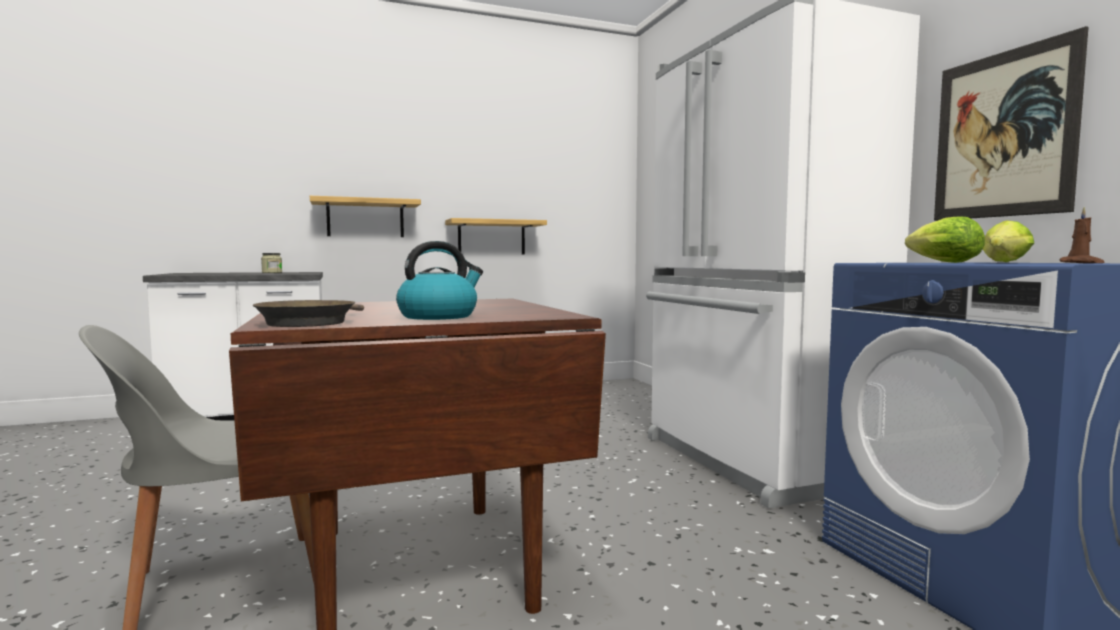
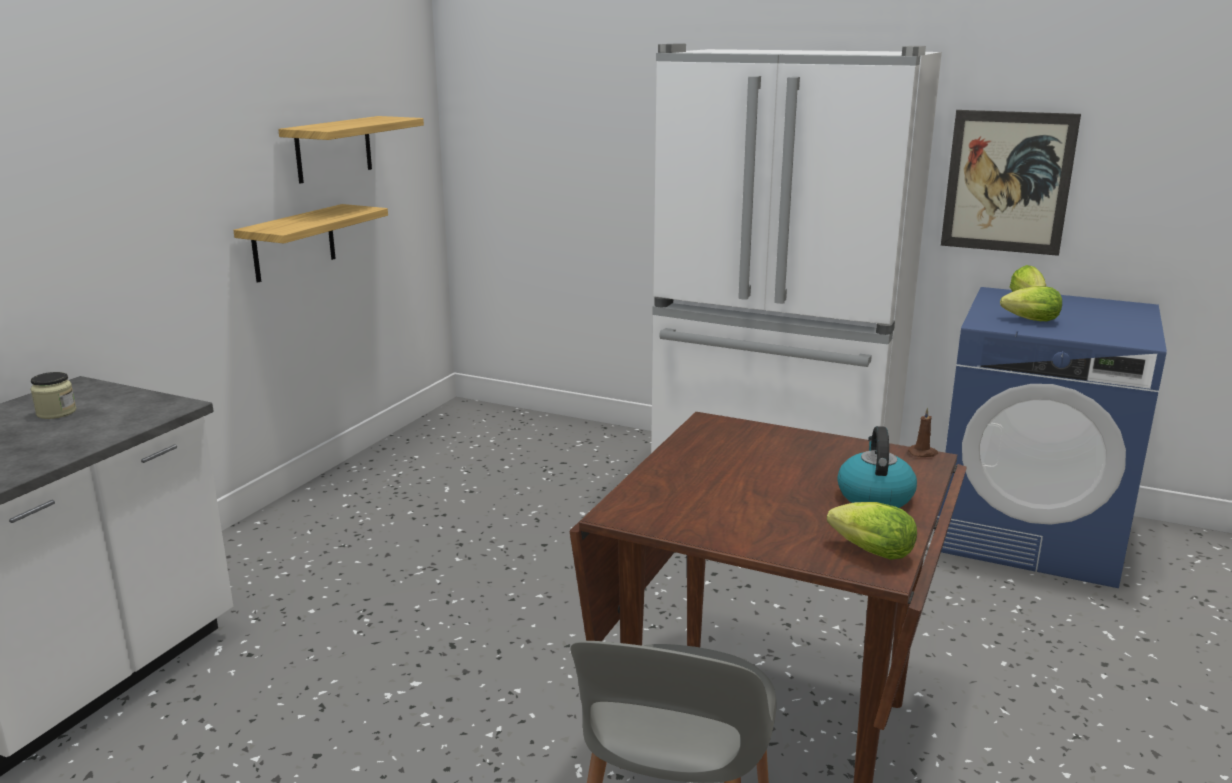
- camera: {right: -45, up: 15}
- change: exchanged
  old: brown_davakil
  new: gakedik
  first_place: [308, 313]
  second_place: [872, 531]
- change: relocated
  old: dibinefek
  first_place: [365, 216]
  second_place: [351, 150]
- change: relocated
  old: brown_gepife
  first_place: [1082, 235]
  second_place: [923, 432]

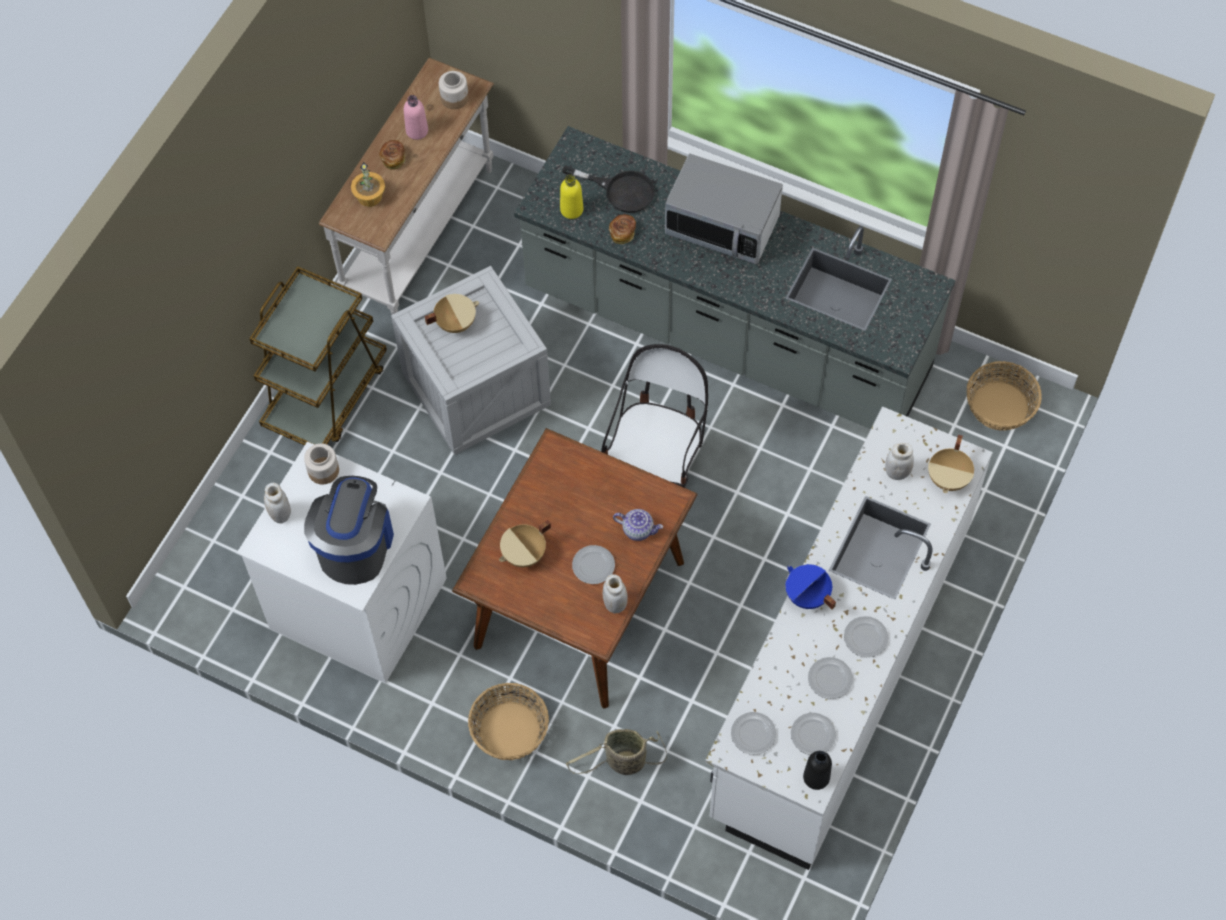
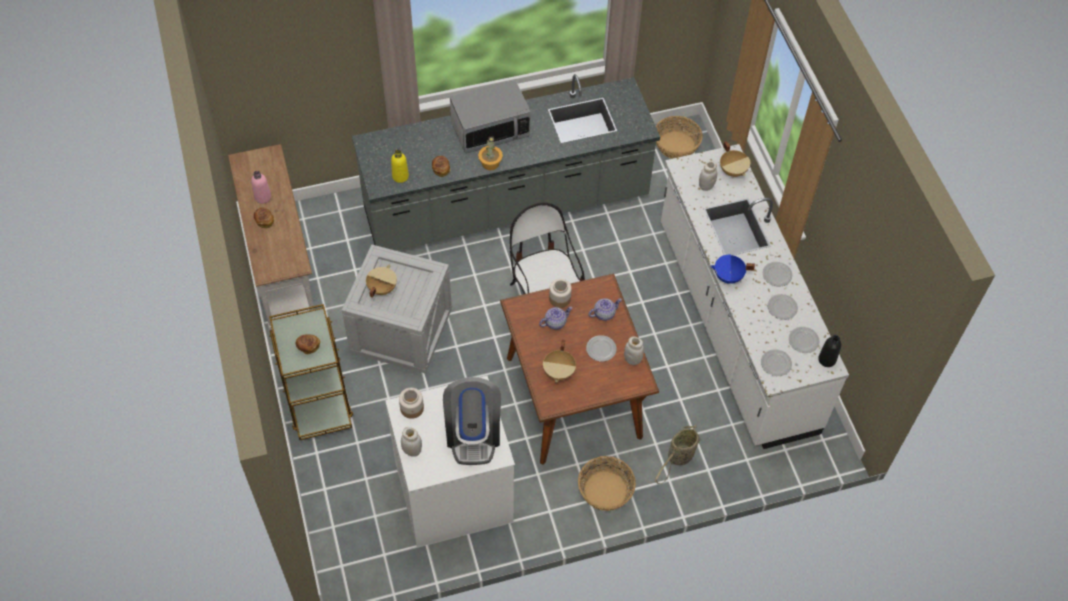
- camera: {right: -45, up: -5}
- change: spun
  old: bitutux
  first_place: [349, 530]
  second_place: [472, 421]
  degrees: -150
- change: relocated
  old: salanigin
  first_place: [368, 184]
  second_place: [490, 154]
- change: relocated
  old: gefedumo
  first_place: [454, 90]
  second_place: [560, 293]
- change: missing
  old: black_davakil
  first_place: [608, 189]
- change: appeared
  new: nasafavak
  second_place: [308, 344]
- change: appeared
  new: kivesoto
  second_place: [555, 318]

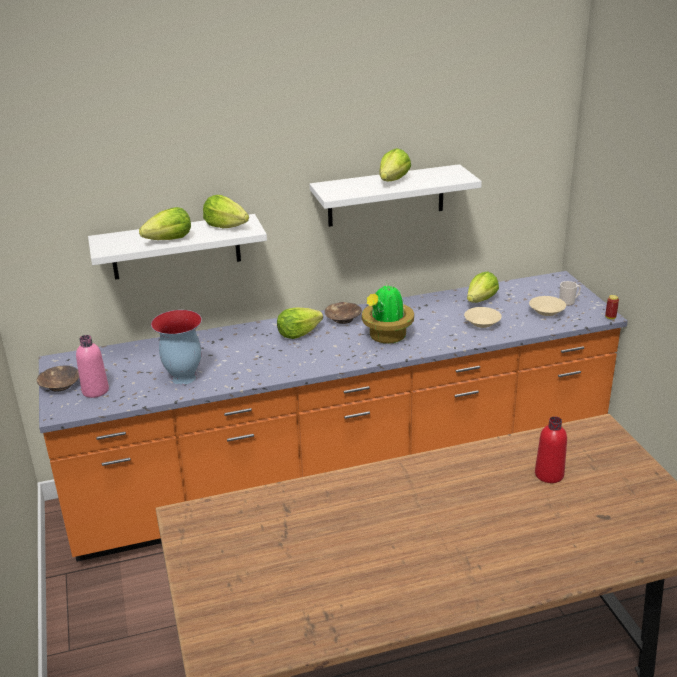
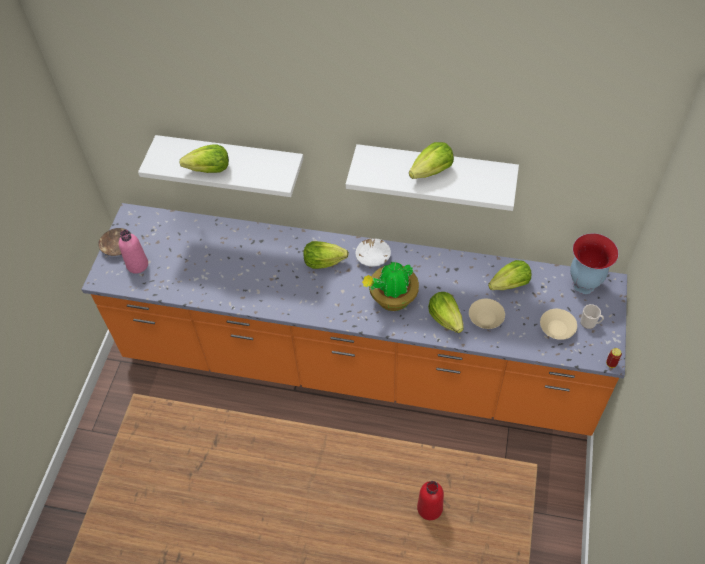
- camera: {right: 30, up: 25}
- change: relocated
  old: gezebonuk
  first_place: [176, 347]
  second_place: [594, 263]
- change: relocated
  old: gakedik
  first_place: [226, 211]
  second_place: [446, 312]
- change: colour
  old: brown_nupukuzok
  new: white_nupukuzok
  first_place: [343, 313]
  second_place: [373, 252]

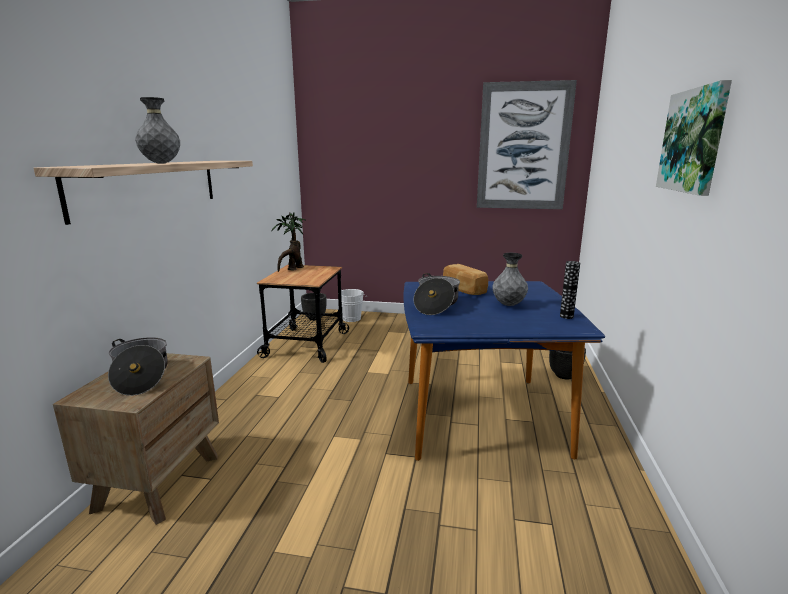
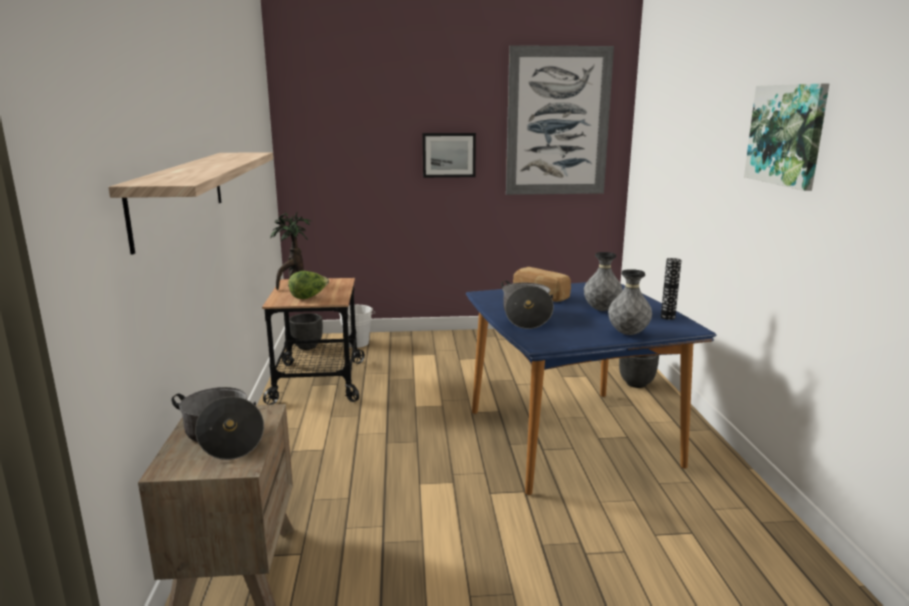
- camera: {right: -15, up: 0}
- change: relocated
  old: grey_gezebonuk
  first_place: [157, 130]
  second_place: [630, 302]
- change: appeared
  new: gakedik
  second_place: [309, 285]
- change: appeared
  new: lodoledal
  second_place: [449, 155]

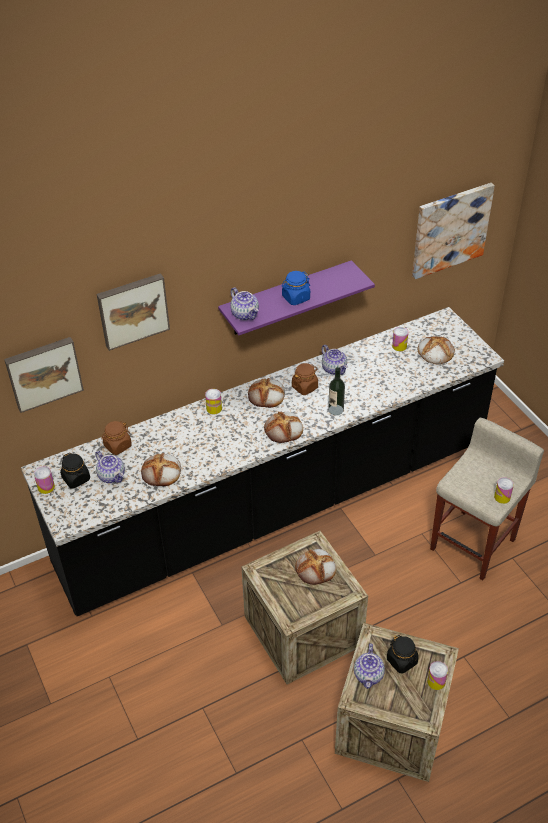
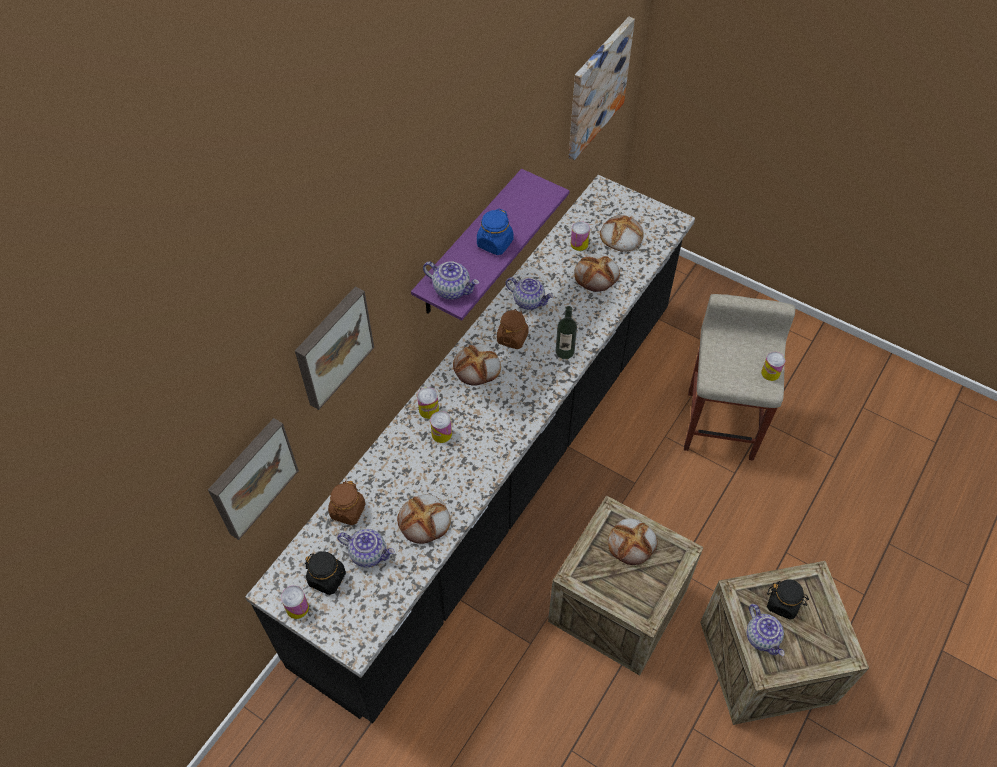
- camera: {right: -30, up: 10}
- change: relocated
  old: nasafavak
  first_place: [283, 427]
  second_place: [597, 272]
- change: relocated
  old: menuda
  first_place: [437, 675]
  second_place: [441, 427]

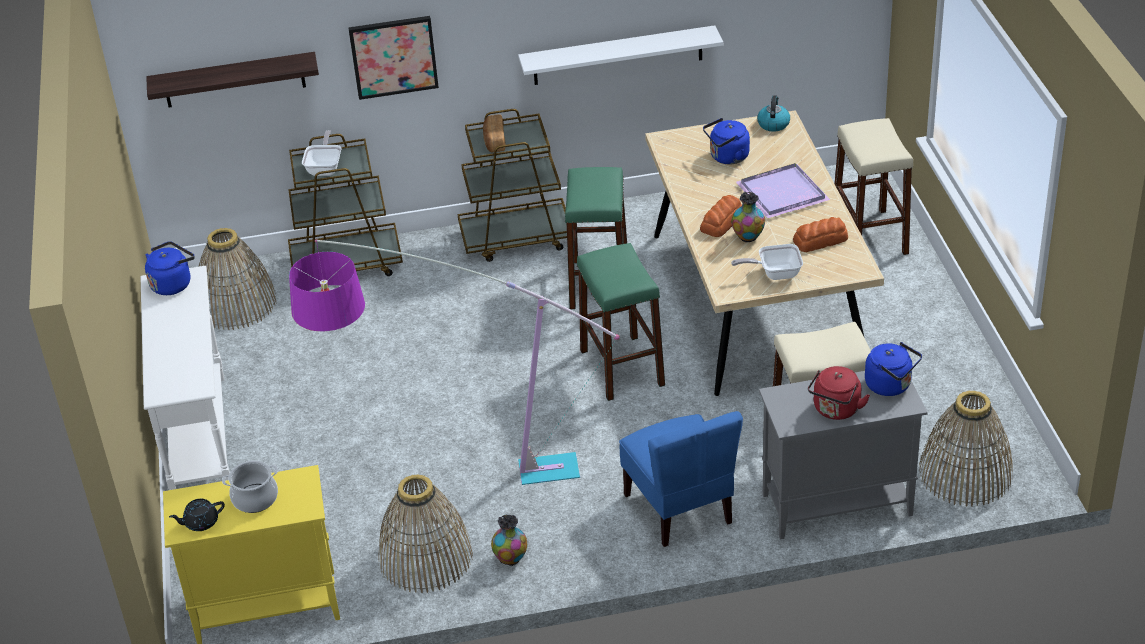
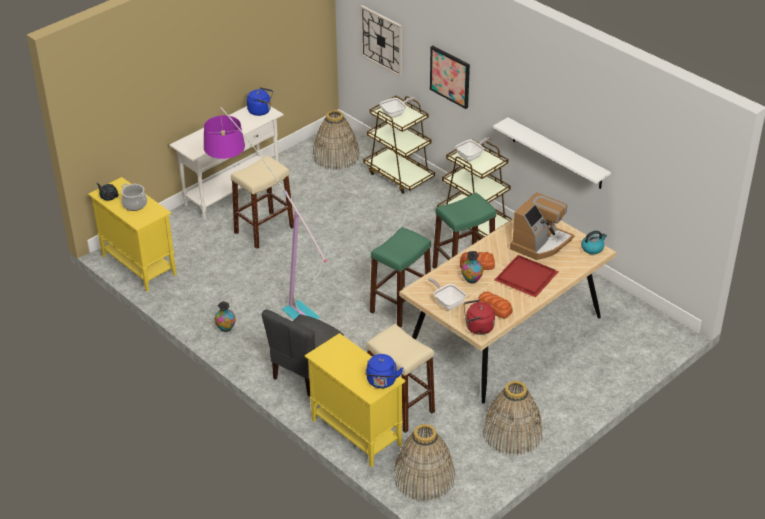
- camera: {right: 55, up: 0}
- change: exchanged
  old: dibinefek
  new: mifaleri
  first_place: [232, 79]
  second_place: [381, 41]
- change: relocated
  old: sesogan
  first_place: [425, 533]
  second_place: [513, 418]
- change: exchanged
  old: nasafavak
  new: davakil
  first_place: [494, 133]
  second_place: [473, 149]
- change: colour
  old: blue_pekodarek
  new: grey_pekodarek
  first_place: [681, 479]
  second_place: [303, 353]
- change: exchanged
  old: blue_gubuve
  new: bitutux
  first_place: [726, 141]
  second_place: [542, 226]
- change: colour
  old: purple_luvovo
  new: red_luvovo
  first_place: [783, 191]
  second_place: [526, 276]
- change: colour
  old: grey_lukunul
  new: yellow_lukunul
  first_place: [843, 455]
  second_place: [355, 400]
- change: relocated
  old: red_gubuve
  first_place: [839, 393]
  second_place: [479, 317]
- change: relocated
  old: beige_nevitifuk
  first_place: [873, 186]
  second_place: [262, 202]

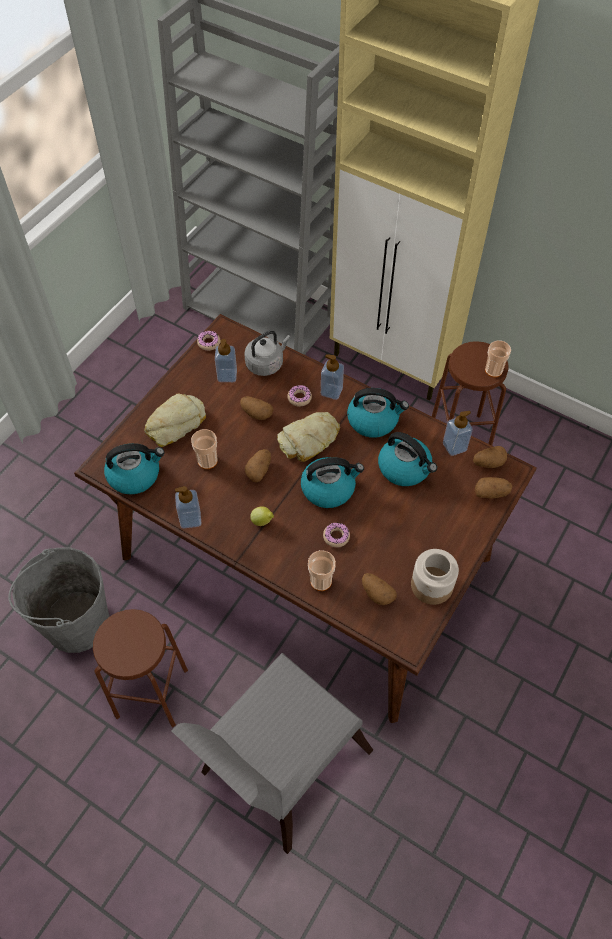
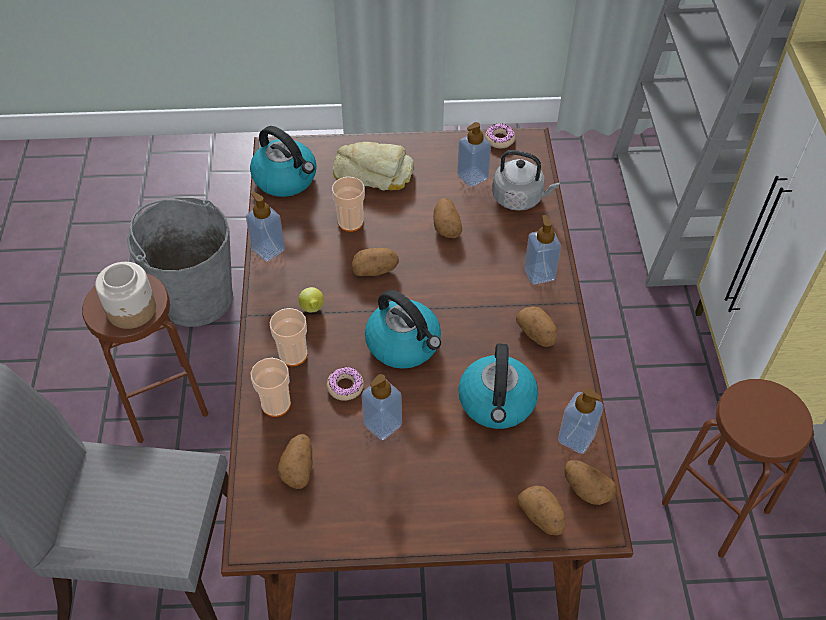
- camera: {right: 55, up: -5}
- change: missing
  old: nasafavak
  first_place: [308, 437]
- change: missing
  old: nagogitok
  first_place: [299, 396]
- change: exchanged
  old: gubuve
  new: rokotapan
  first_place: [378, 413]
  second_place: [536, 327]
- change: relocated
  old: gefedumo
  first_place: [435, 577]
  second_place: [125, 295]
- change: relocated
  old: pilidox
  first_place: [498, 359]
  second_place: [289, 337]
- change: appeared
  new: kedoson
  second_place: [381, 407]

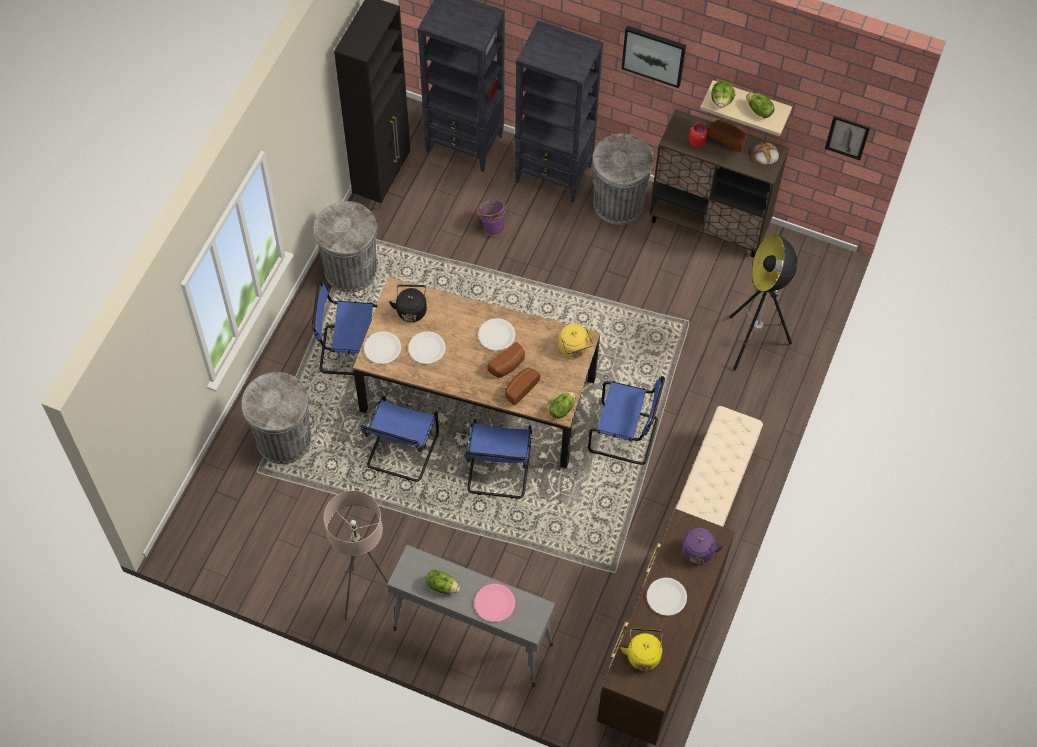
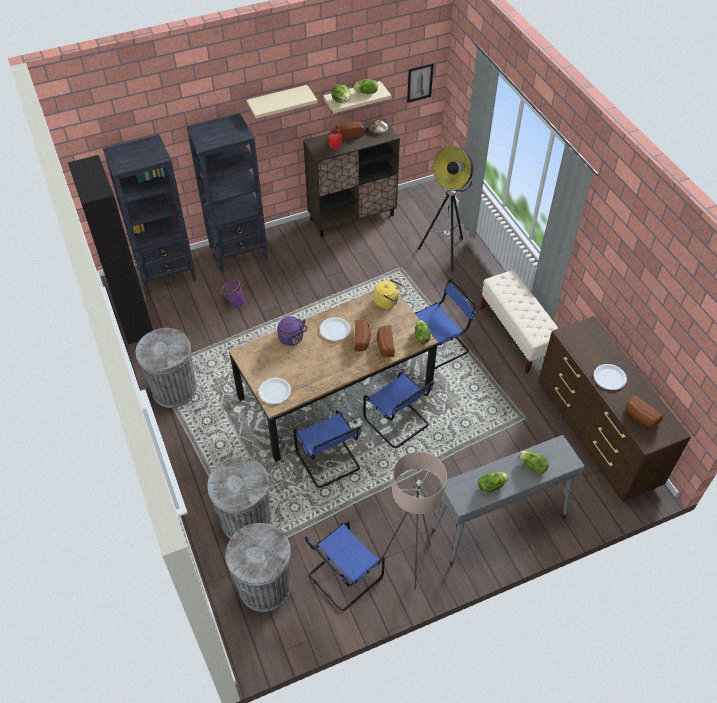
- camera: {right: -45, up: -10}
- change: relocated
  old: blue_pekodarek
  first_place: [344, 329]
  second_place: [345, 566]
- change: missing
  old: black_gubuve
  first_place: [408, 303]
- change: missing
  old: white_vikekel
  first_place: [427, 347]
- change: exchanged
  old: pink_vikekel
  new: gakedik
  first_place: [495, 603]
  second_place: [534, 462]
- change: relocated
  old: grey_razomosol
  first_place: [623, 179]
  second_place: [258, 567]
- change: exchanged
  old: lodoledal
  new: beige_dibinefek
  first_place: [653, 57]
  second_place: [282, 102]
- change: exchanged
  old: yellow_gubuve
  new: nasafavak
  first_place: [642, 649]
  second_place: [644, 411]
- change: relocated
  old: purple_gubuve
  first_place: [702, 546]
  second_place: [292, 331]

